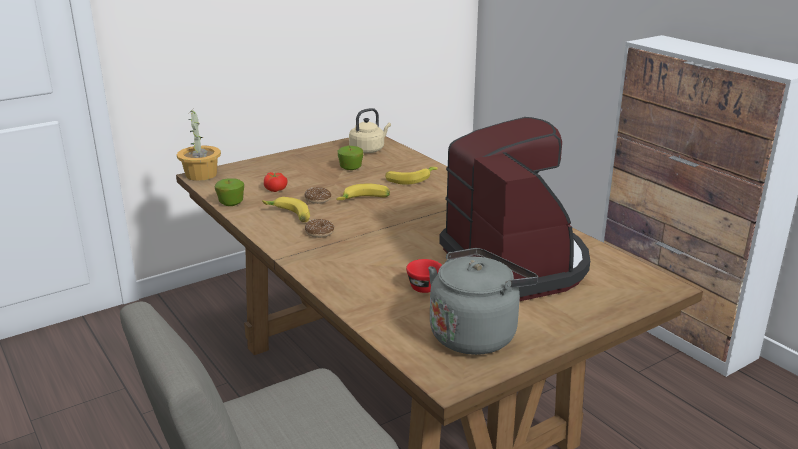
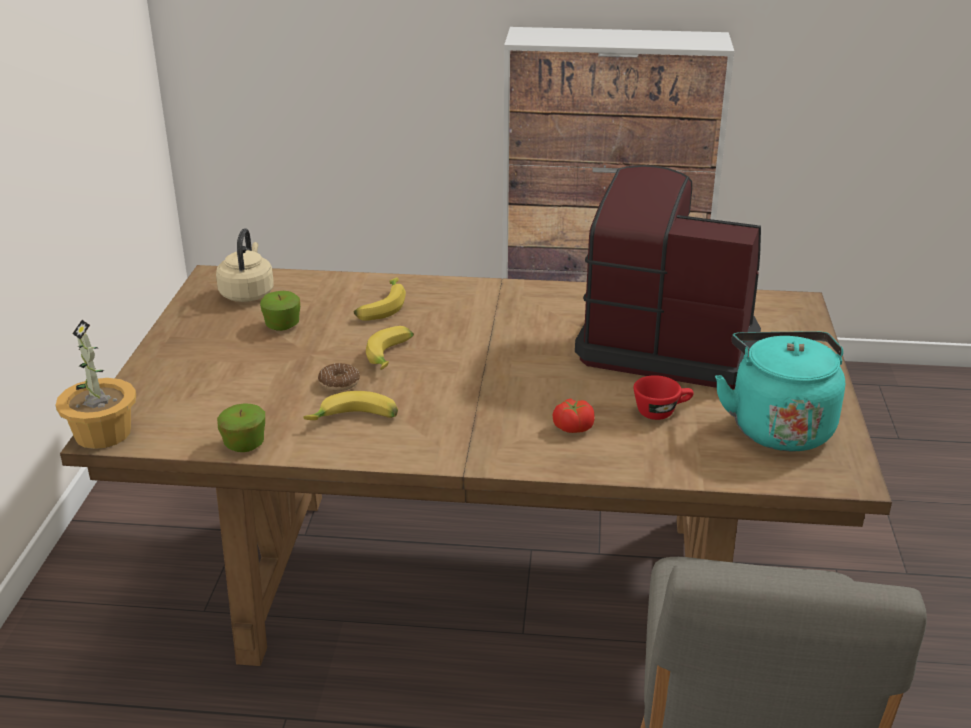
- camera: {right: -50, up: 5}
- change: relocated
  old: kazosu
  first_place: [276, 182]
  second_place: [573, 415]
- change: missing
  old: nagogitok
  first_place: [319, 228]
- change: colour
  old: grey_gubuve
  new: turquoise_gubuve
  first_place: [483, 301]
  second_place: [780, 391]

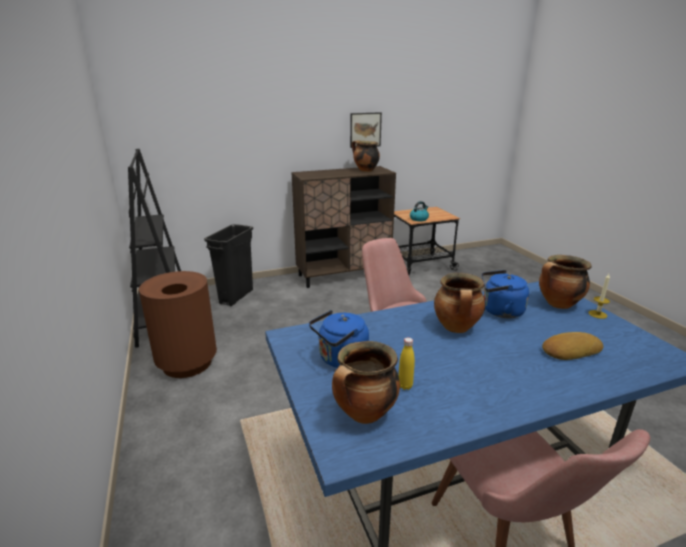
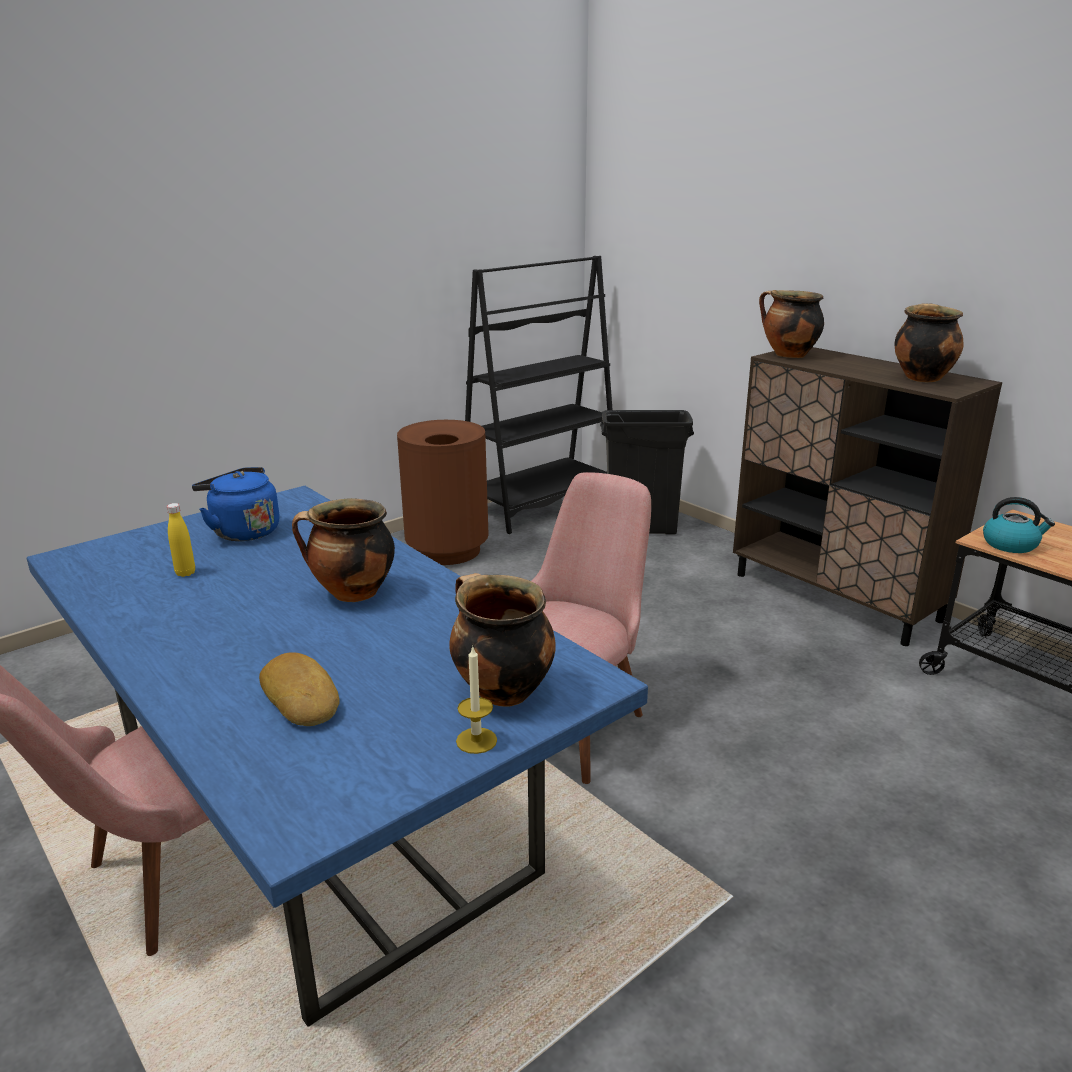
- camera: {right: 70, up: 0}
- change: relocated
  old: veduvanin
  first_place: [366, 382]
  second_place: [791, 324]
- change: missing
  old: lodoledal
  first_place: [366, 130]
- change: missing
  old: blue_gubuve
  first_place: [505, 294]

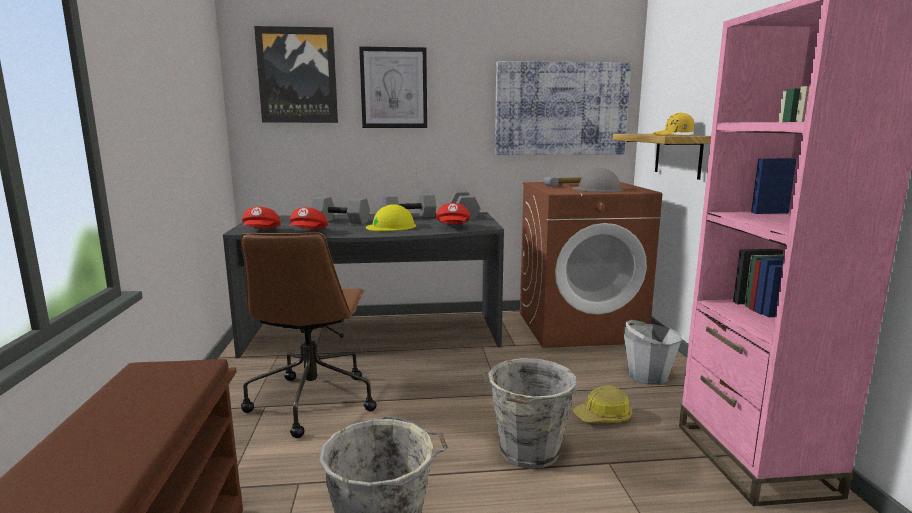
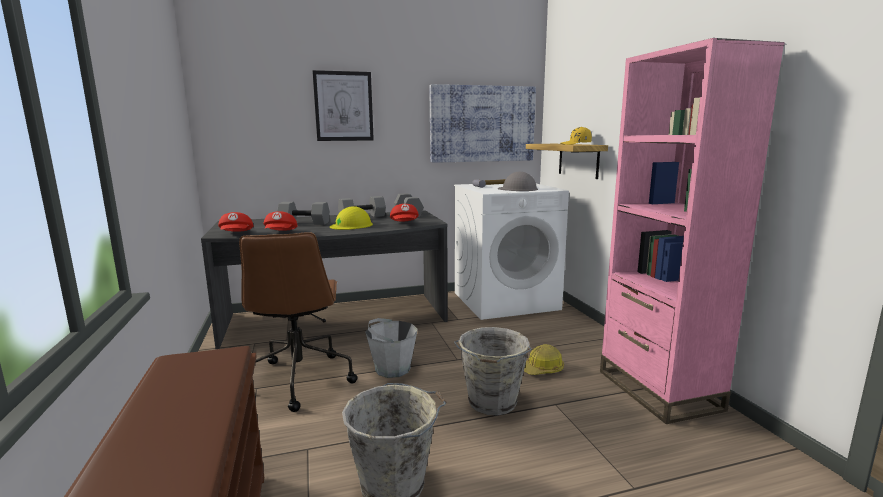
- camera: {right: -10, up: 0}
- change: missing
  old: lodoledal
  first_place: [296, 74]
- change: colour
  old: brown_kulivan
  new: white_kulivan
  first_place: [591, 265]
  second_place: [511, 252]
- change: relocated
  old: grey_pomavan
  first_place: [652, 352]
  second_place: [391, 348]

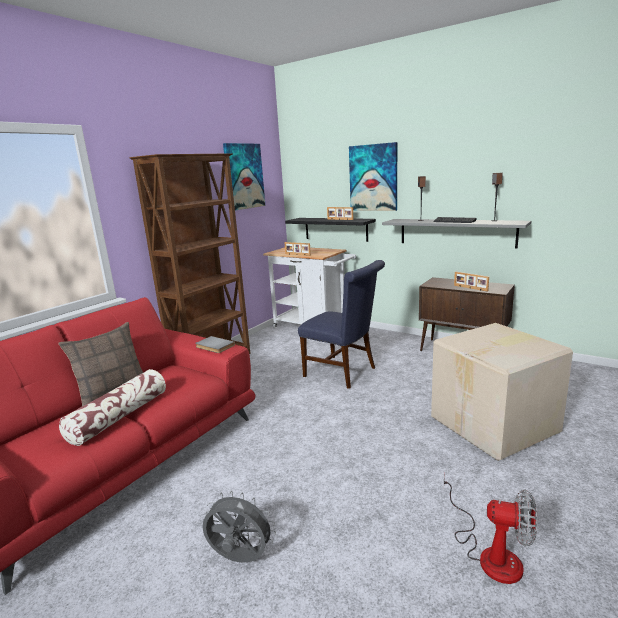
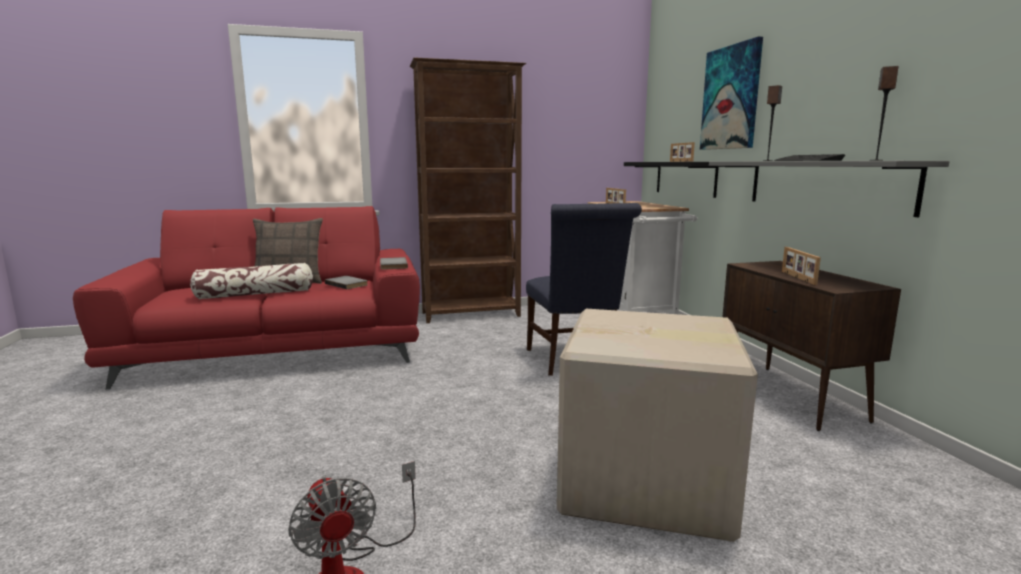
- camera: {right: 40, up: -5}
- change: missing
  old: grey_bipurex
  first_place: [239, 527]
- change: missing
  old: lodoledal
  first_place: [244, 176]
- change: appeared
  new: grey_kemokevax
  second_place: [346, 282]

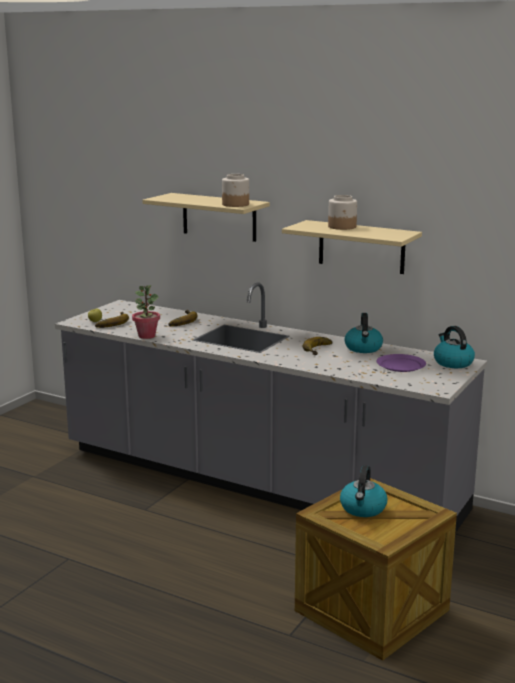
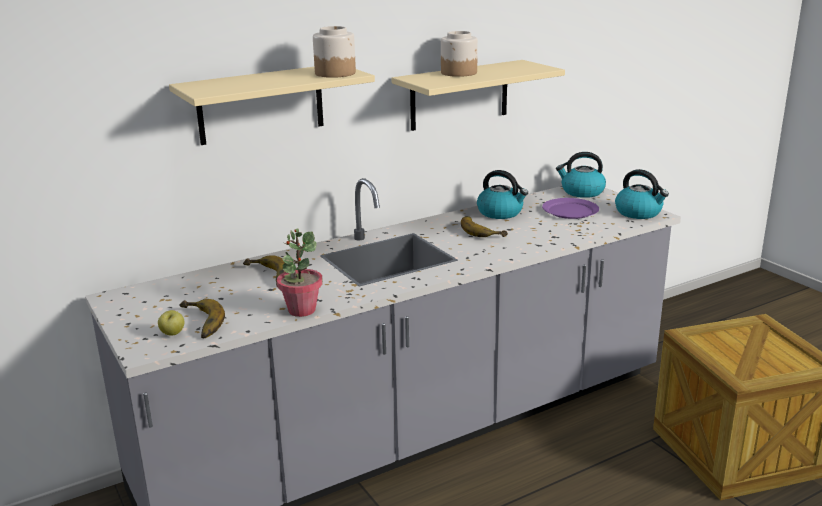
- camera: {right: -60, up: 5}
- change: relocated
  old: gubuve
  first_place: [363, 491]
  second_place: [642, 194]

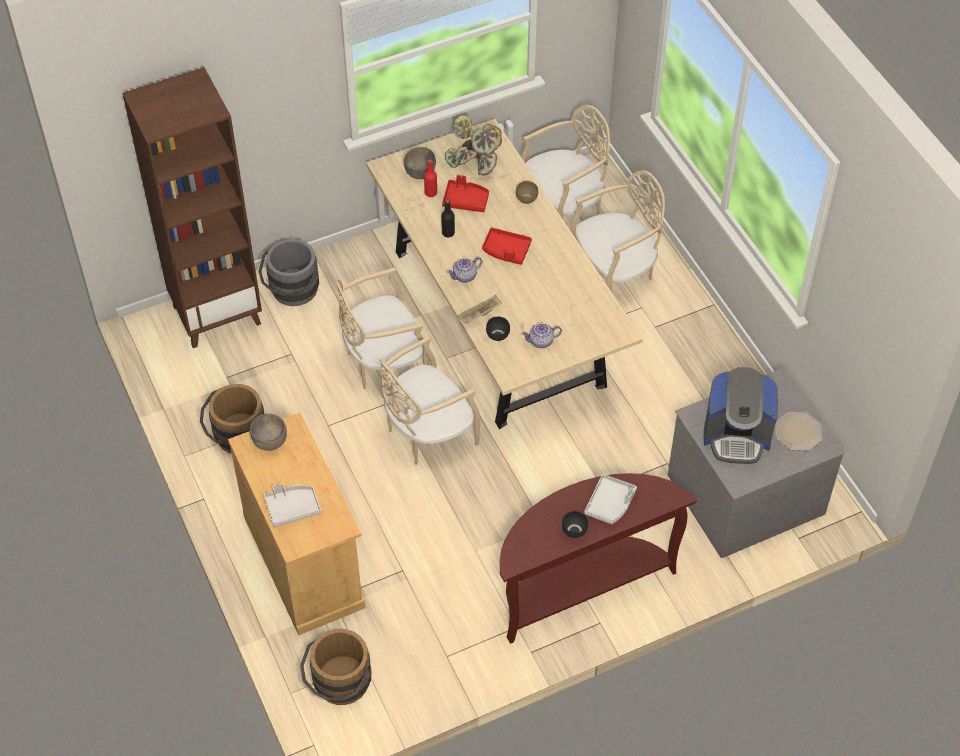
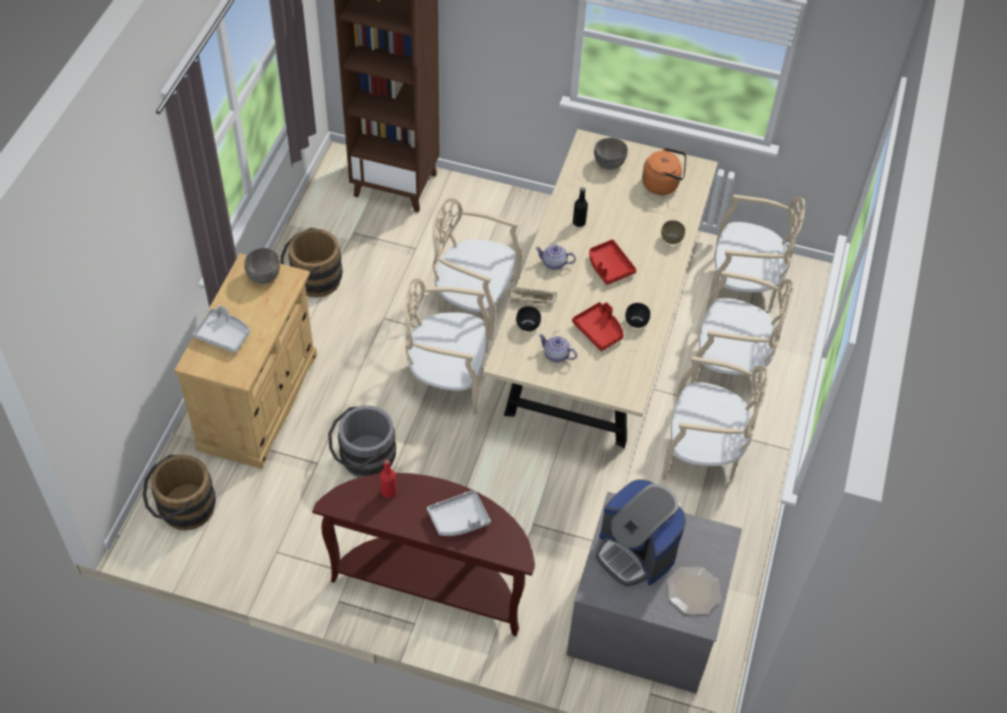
- camera: {right: 40, up: 0}
- change: relocated
  old: grey_pomavan
  first_place: [288, 272]
  second_place: [362, 442]
- change: relocated
  old: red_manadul
  first_place: [430, 178]
  second_place: [388, 478]
- change: relocated
  old: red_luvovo
  first_place: [465, 193]
  second_place: [598, 326]
- change: exchanged
  old: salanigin
  new: orange_gubuve
  first_place: [473, 145]
  second_place: [664, 171]
- change: relocated
  old: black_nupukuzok
  first_place: [575, 524]
  second_place: [637, 315]
- change: appeared
  new: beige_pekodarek
  second_place: [715, 418]

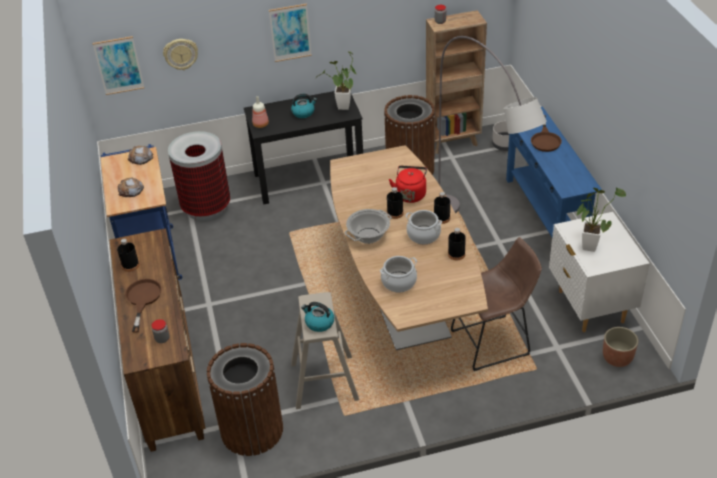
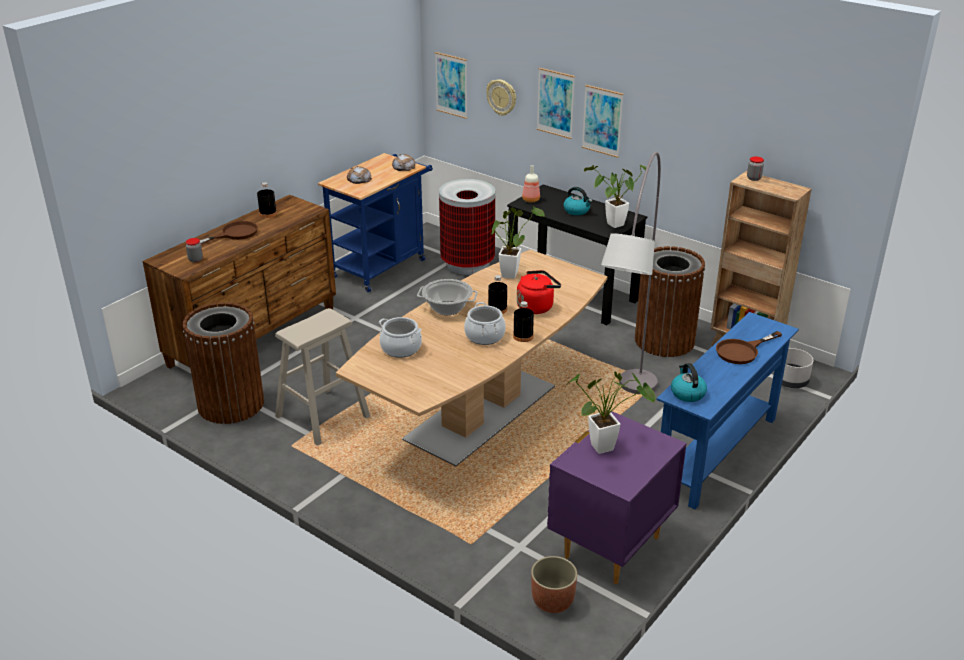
- camera: {right: 50, up: -10}
- change: relocated
  old: gubuve
  first_place: [317, 317]
  second_place: [689, 382]
- change: missing
  old: black_manadul
  first_place: [457, 244]
- change: missing
  old: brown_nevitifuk
  first_place: [496, 304]
- change: colour
  old: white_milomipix
  new: purple_milomipix
  first_place: [599, 272]
  second_place: [617, 497]
- change: appeared
  new: salanigin
  second_place: [518, 242]
- change: appeared
  new: lodoledal
  second_place: [556, 103]

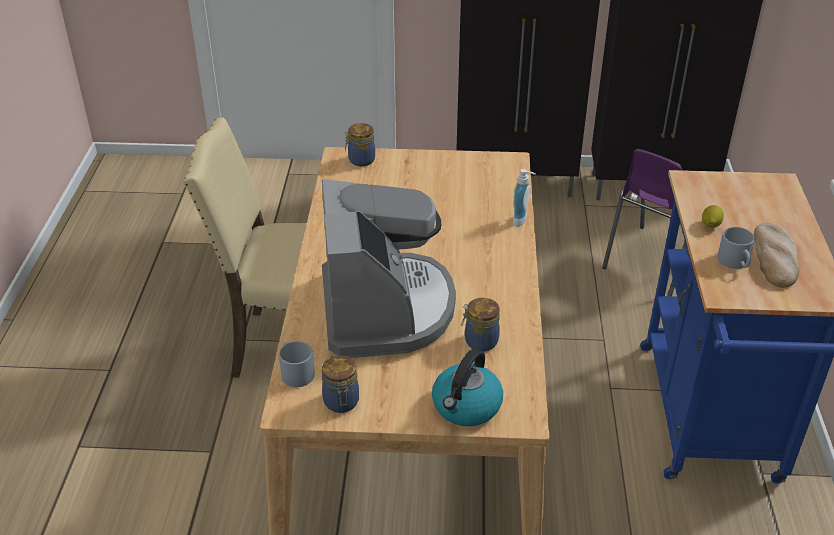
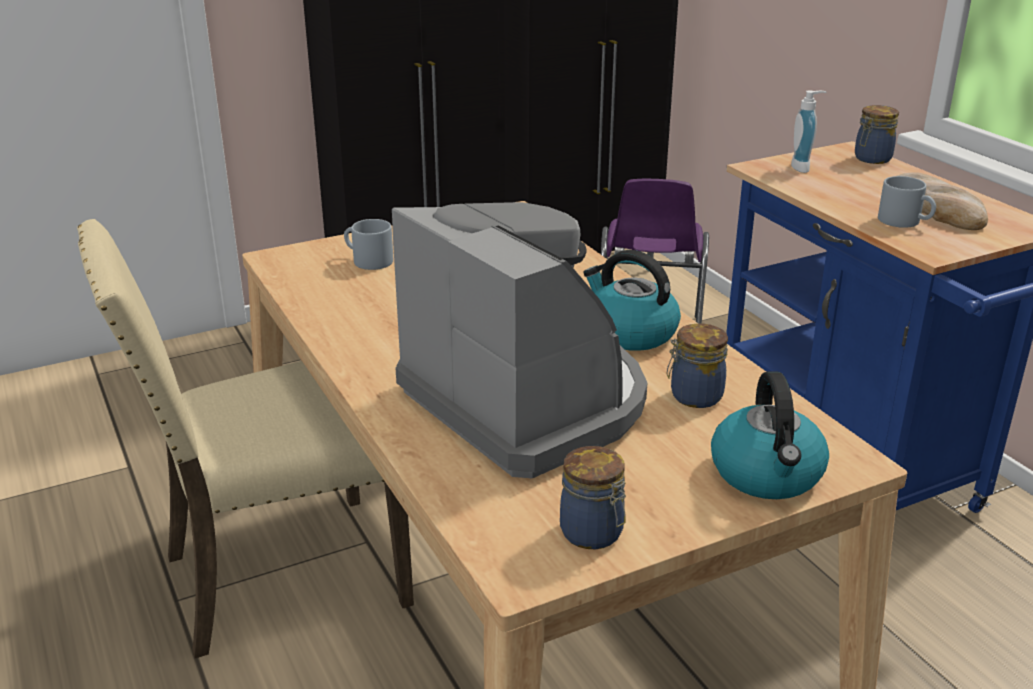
- camera: {right: -30, up: -10}
- change: relocated
  old: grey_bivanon
  first_place: [297, 364]
  second_place: [368, 244]
- change: relocated
  old: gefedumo
  first_place: [360, 144]
  second_place: [877, 134]
- change: relocated
  old: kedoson
  first_place: [524, 198]
  second_place: [808, 131]
- change: missing
  old: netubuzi
  first_place: [713, 216]
- change: appeared
  new: gubuve
  second_place: [632, 300]

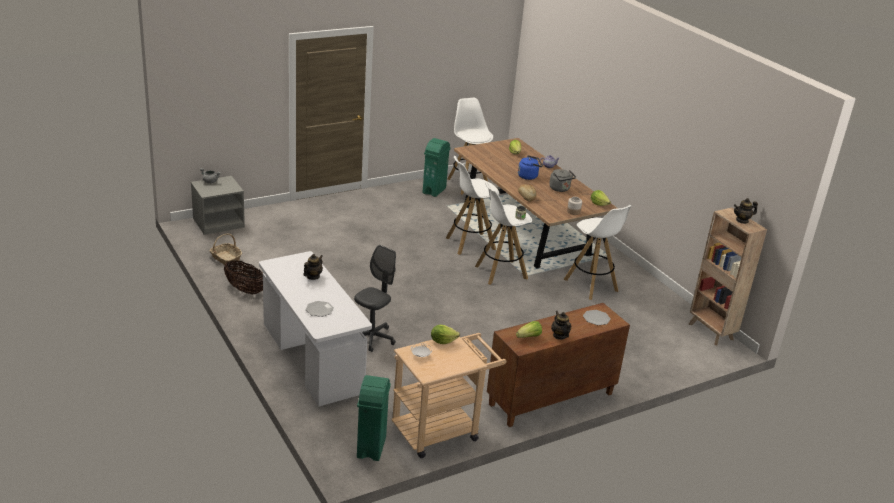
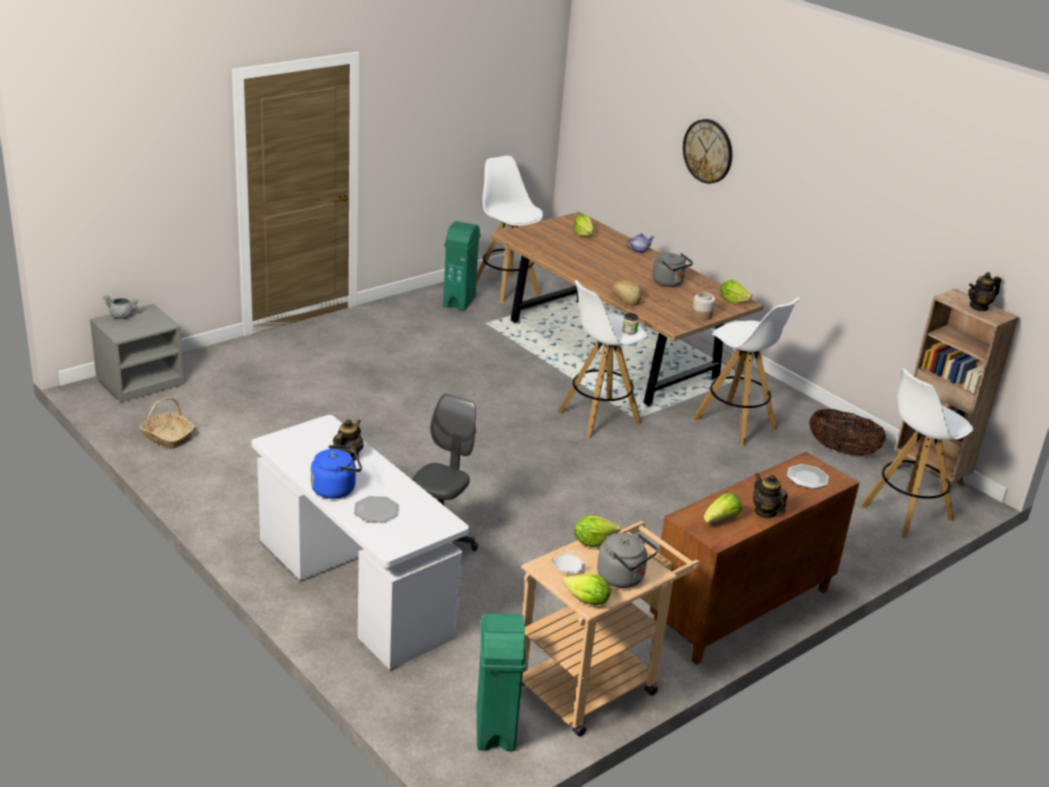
- camera: {right: -10, up: 0}
- change: relocated
  old: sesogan
  first_place: [243, 277]
  second_place: [847, 432]
- change: relocated
  old: white_nevitifuk
  first_place: [472, 205]
  second_place: [917, 453]
- change: relocated
  old: blue_gubuve
  first_place: [530, 168]
  second_place: [336, 472]
- change: appeared
  new: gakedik
  second_place: [586, 589]
- change: appeared
  new: grey_gubuve
  second_place: [627, 560]
- change: appeared
  new: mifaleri
  second_place: [707, 151]

